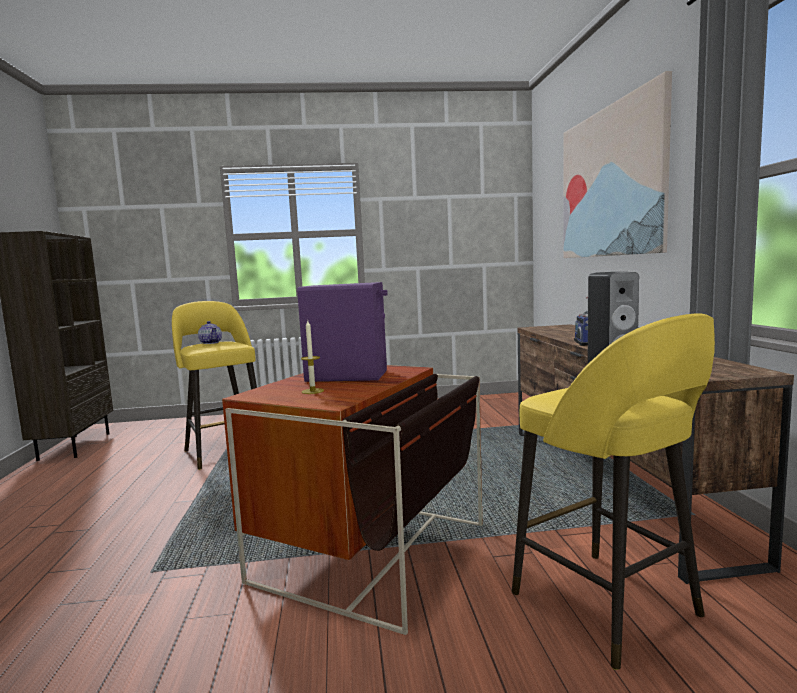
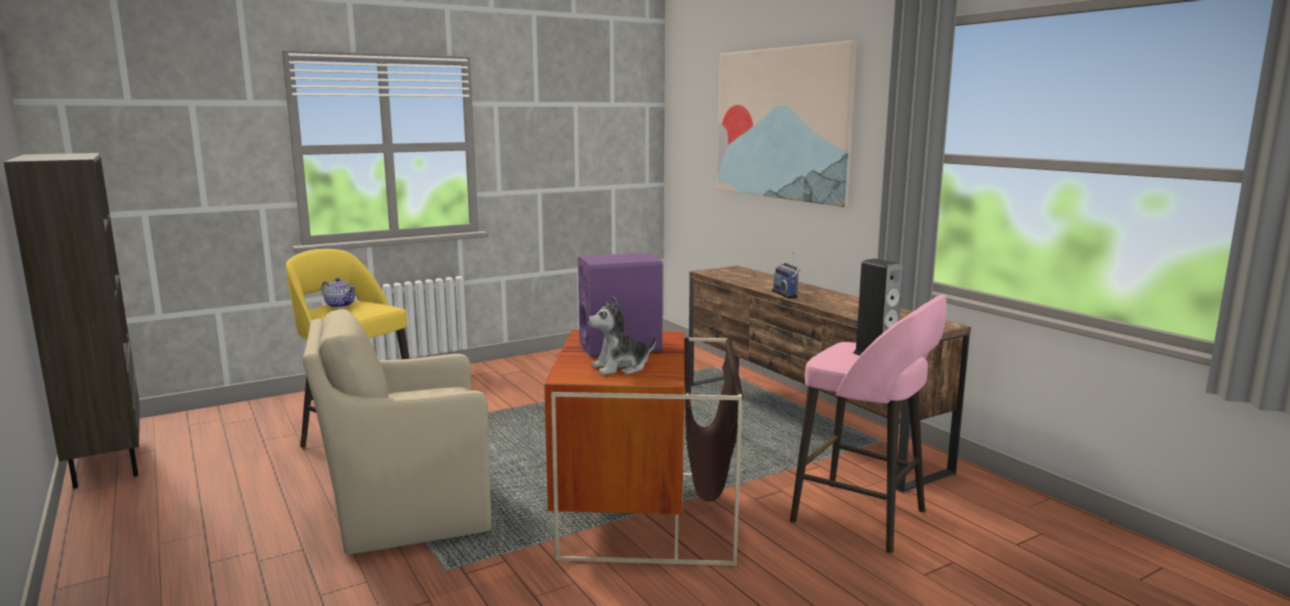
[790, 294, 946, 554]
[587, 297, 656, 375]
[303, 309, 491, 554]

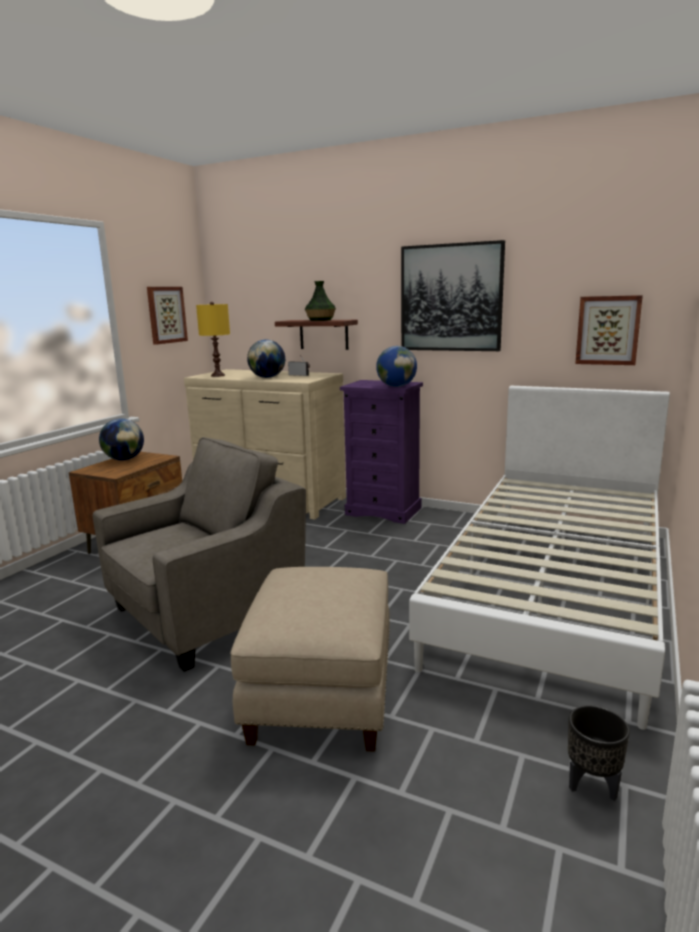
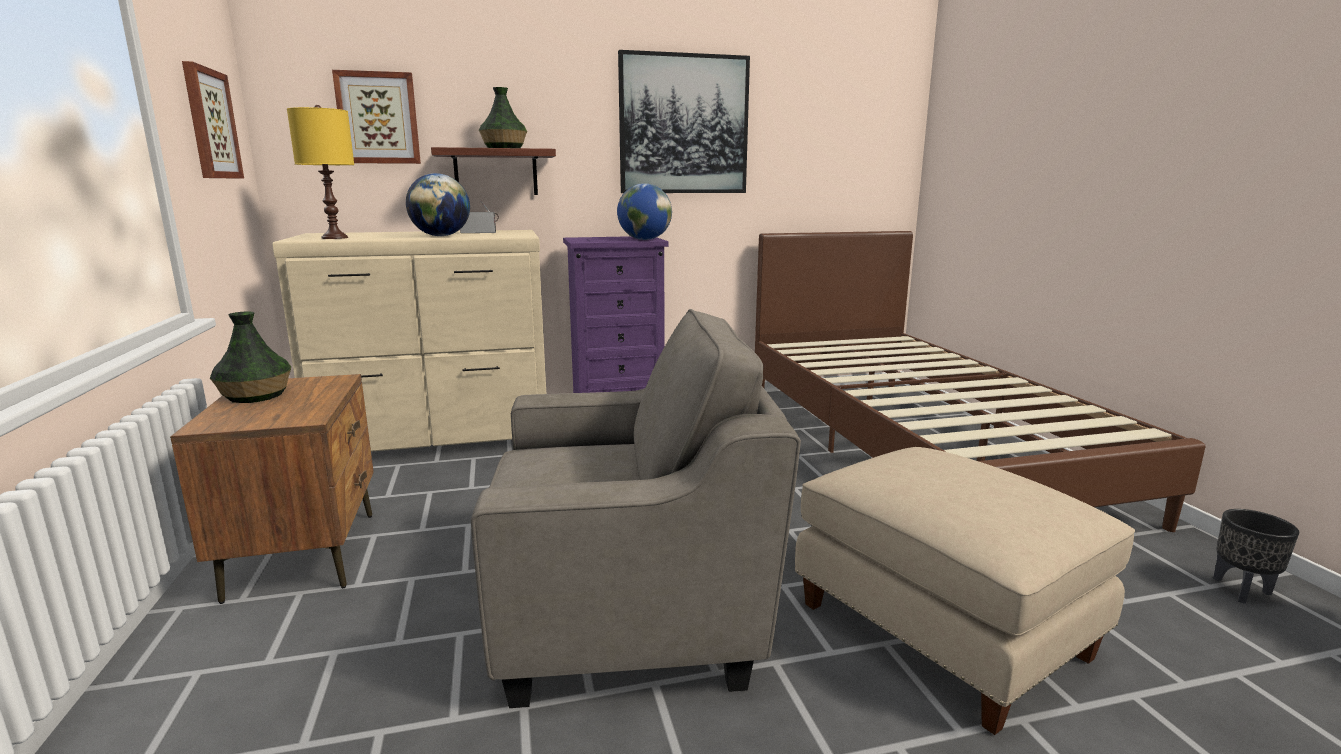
[332, 70, 421, 164]
[755, 231, 1205, 532]
[210, 311, 291, 403]
[471, 309, 801, 708]

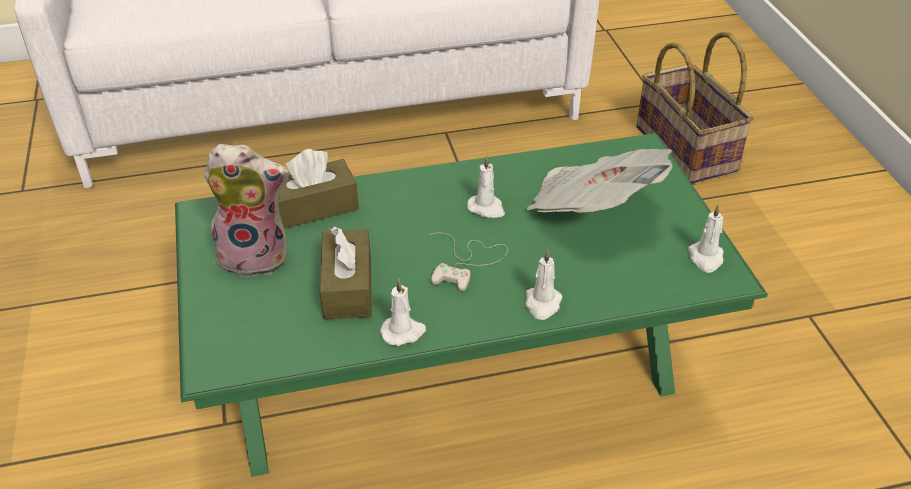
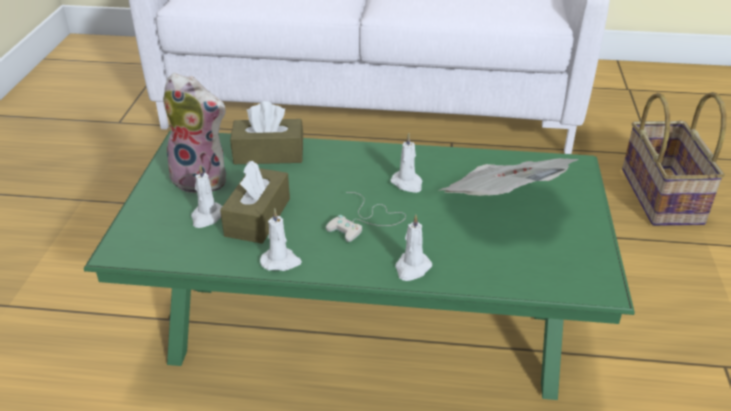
[191, 165, 222, 228]

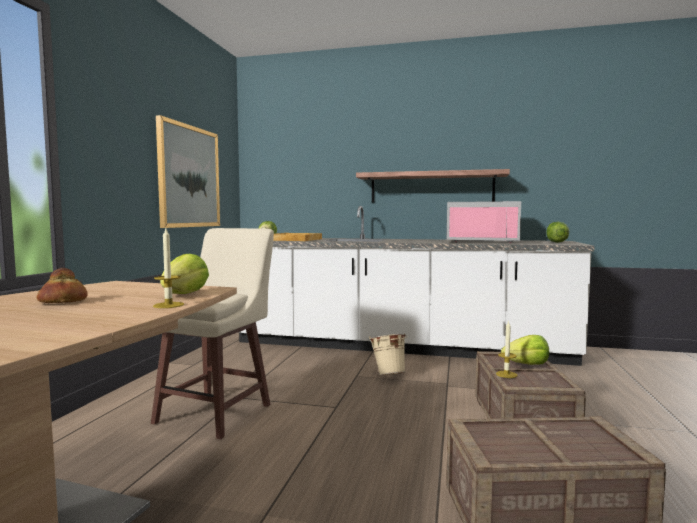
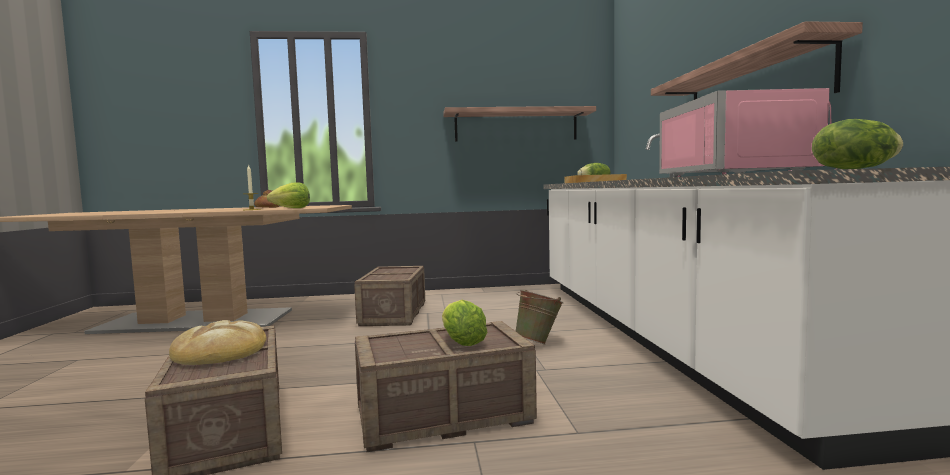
[443, 106, 596, 142]
[354, 266, 425, 326]
[496, 320, 517, 378] (first image)
[516, 290, 563, 344]
[169, 320, 266, 365]

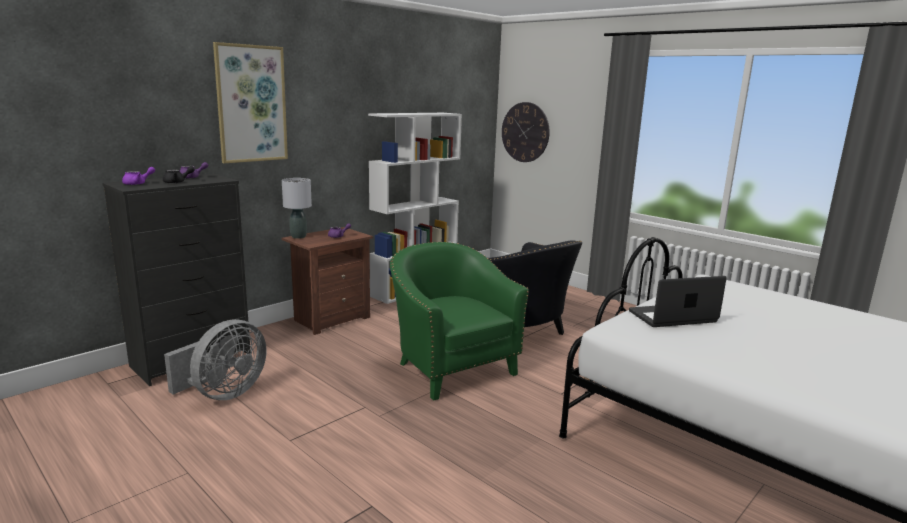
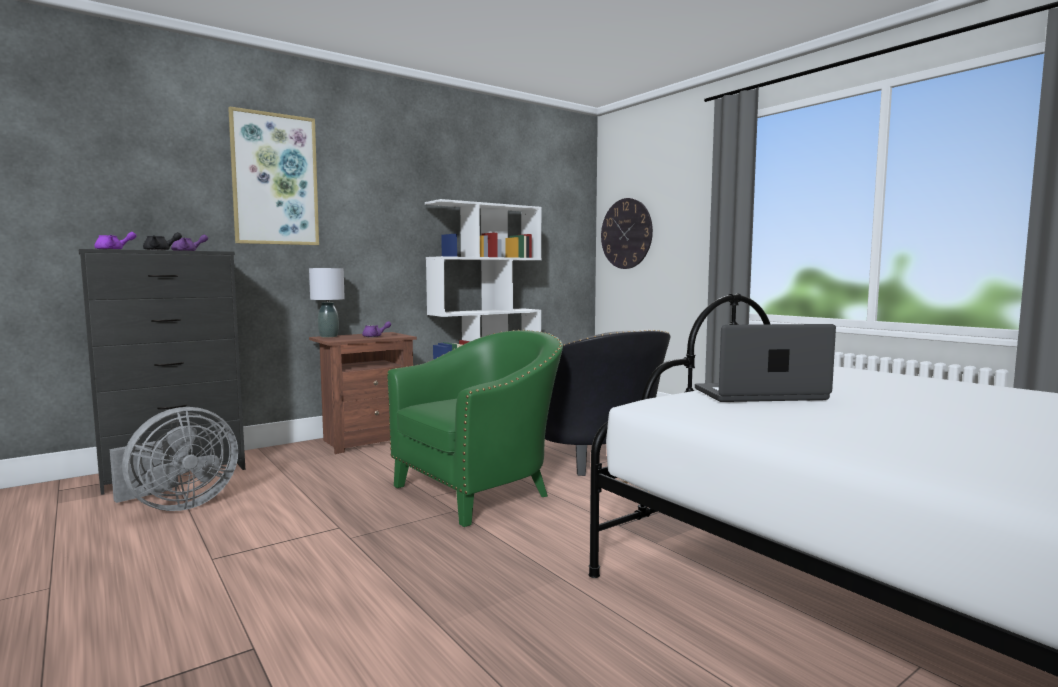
[387, 330, 563, 527]

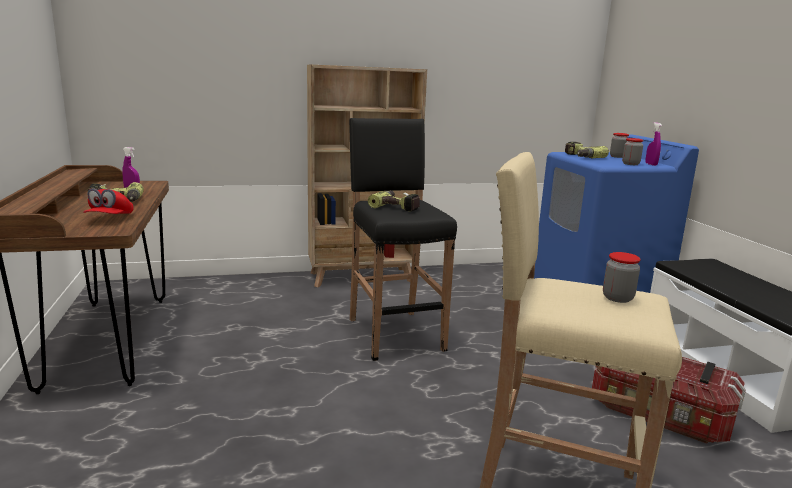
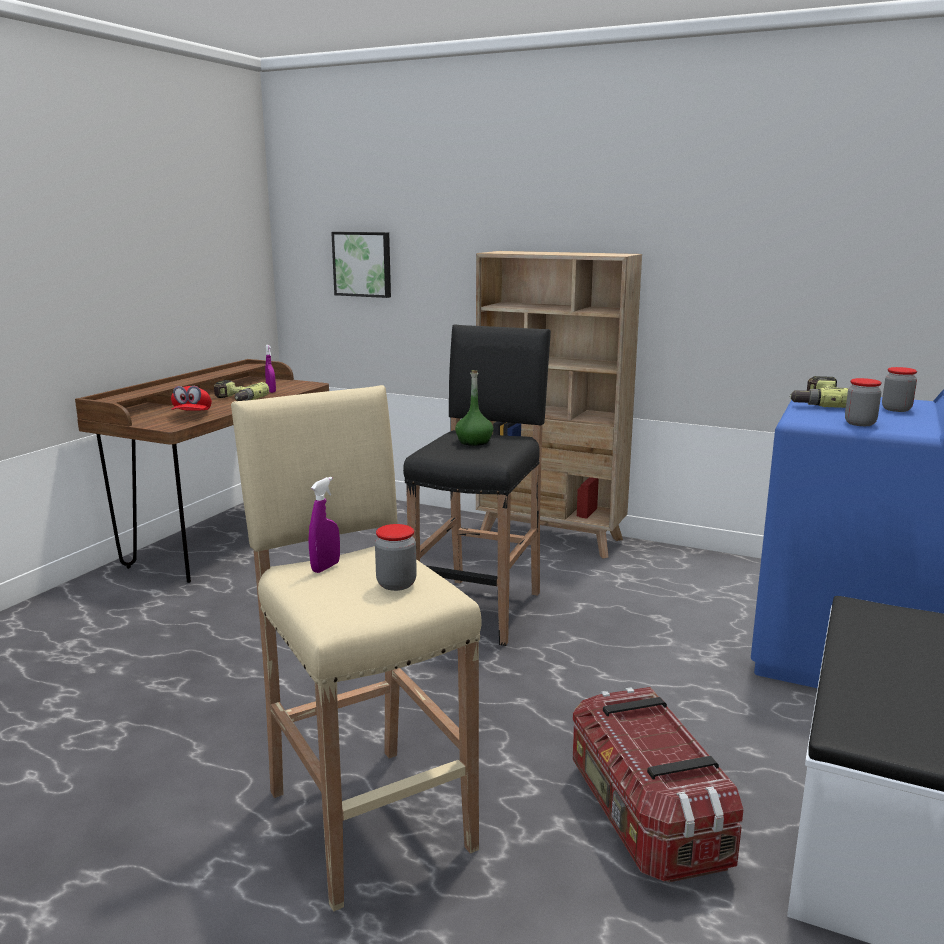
[308, 477, 340, 573]
[171, 386, 212, 411]
[455, 370, 493, 446]
[331, 232, 391, 298]

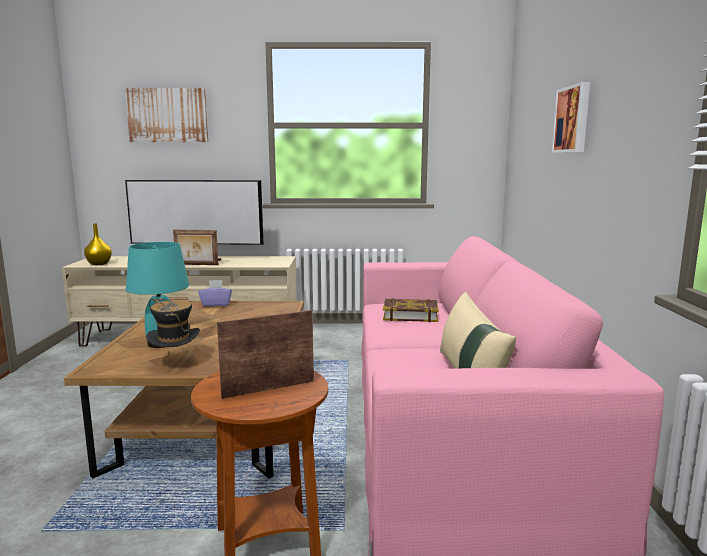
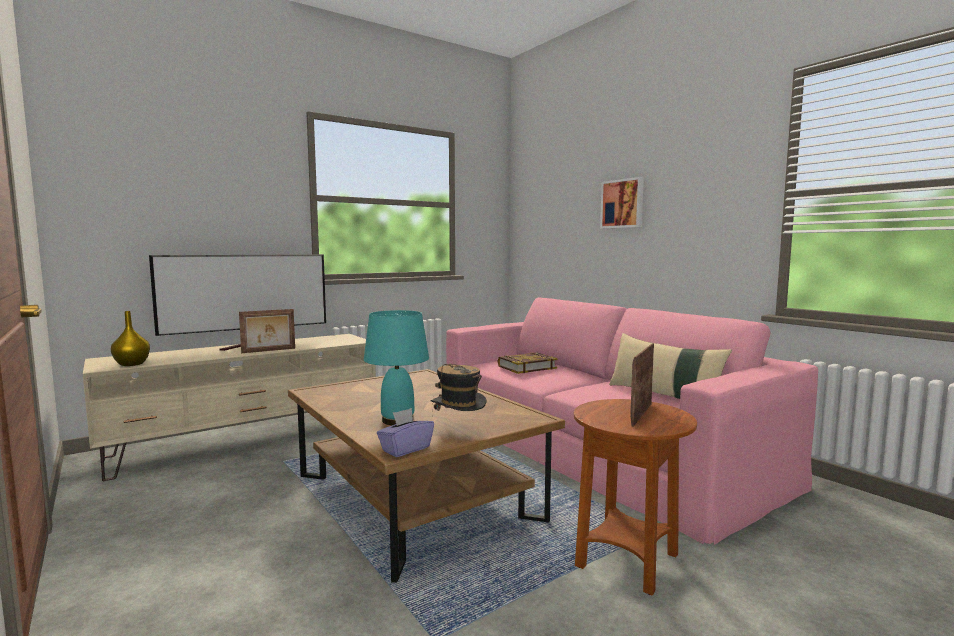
[125, 88, 208, 142] (first image)
[377, 408, 434, 457]

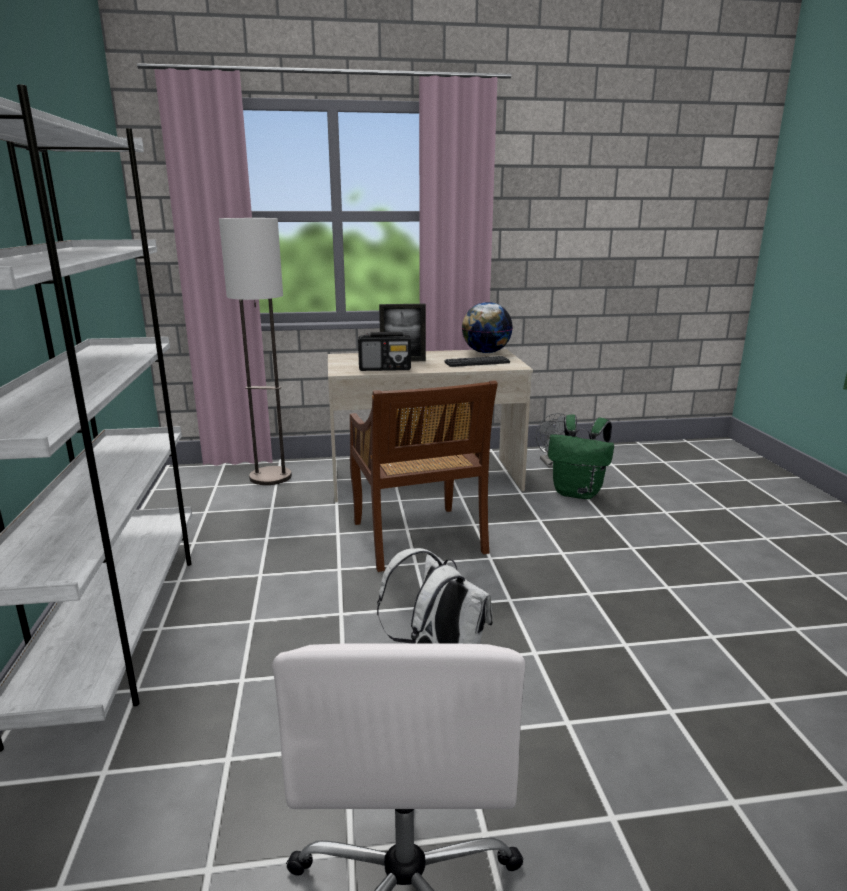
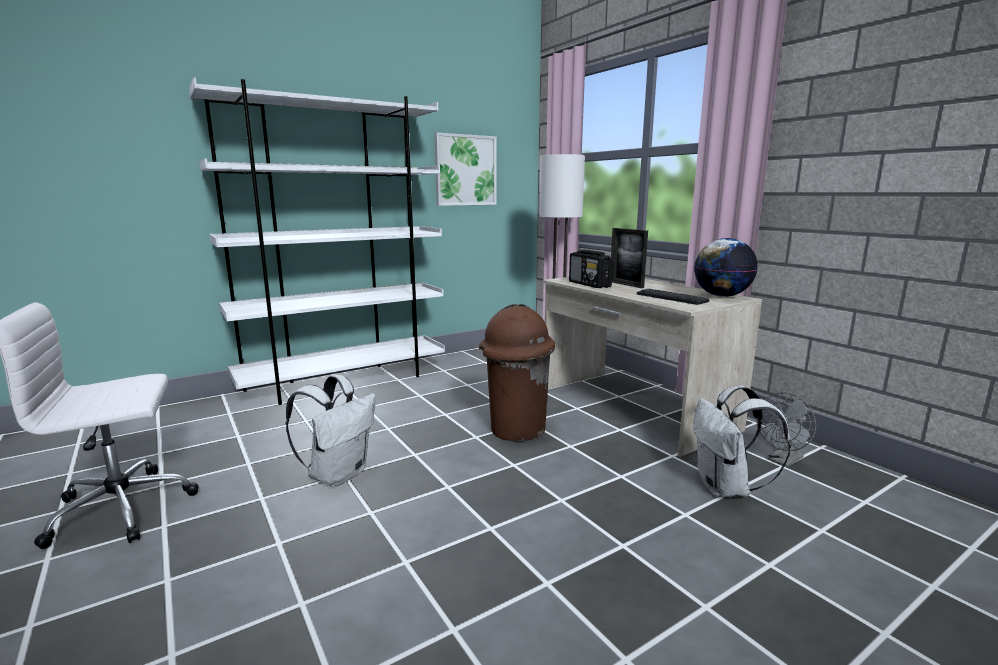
[479, 304, 555, 441]
[693, 385, 791, 497]
[434, 133, 497, 206]

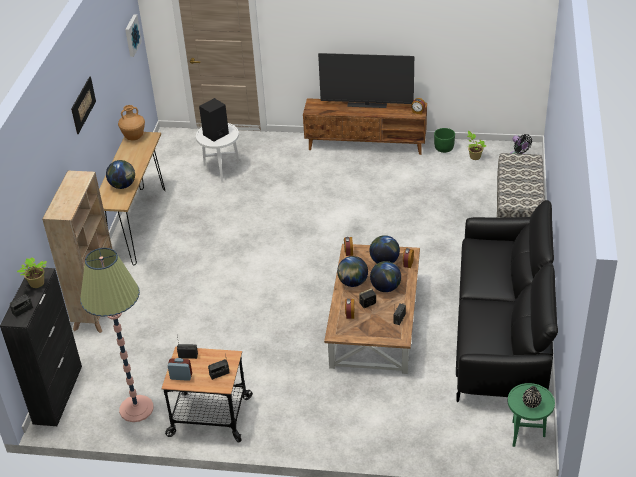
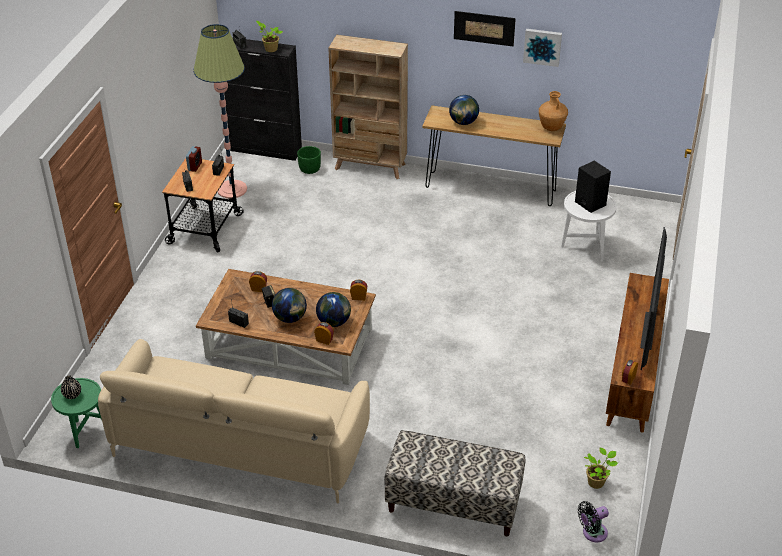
[523, 29, 562, 67]
[297, 146, 321, 174]
[98, 339, 370, 504]
[337, 256, 368, 287] (first image)

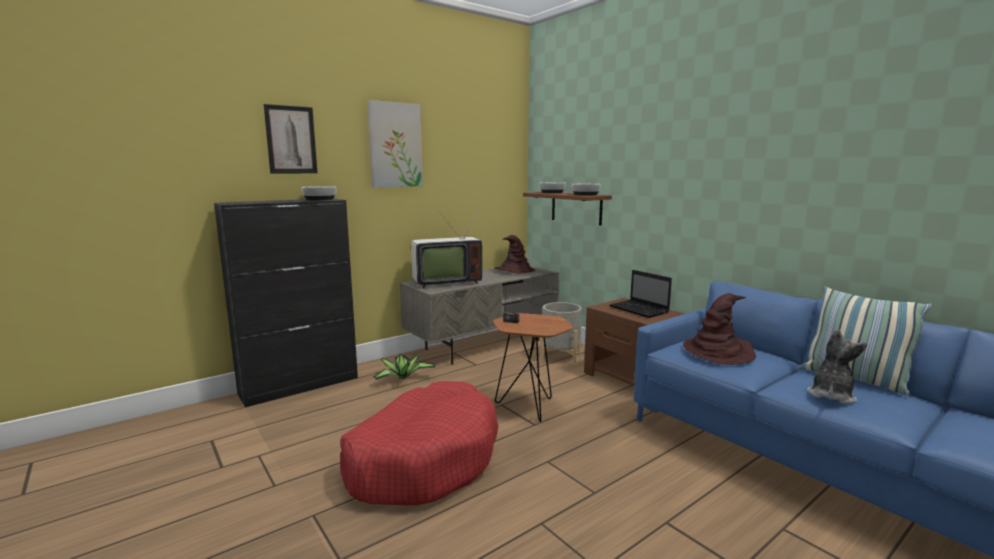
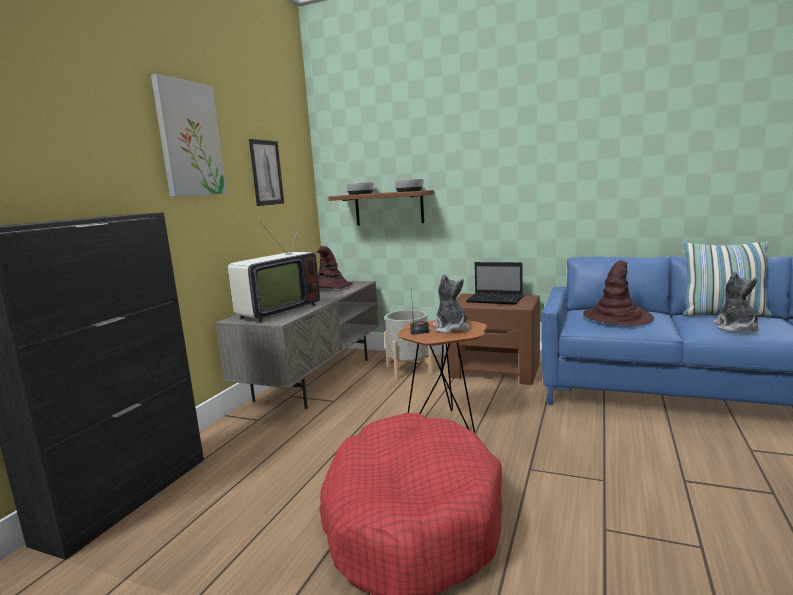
[249, 139, 284, 206]
[301, 186, 337, 200] (first image)
[373, 355, 435, 380] (first image)
[433, 274, 470, 333]

